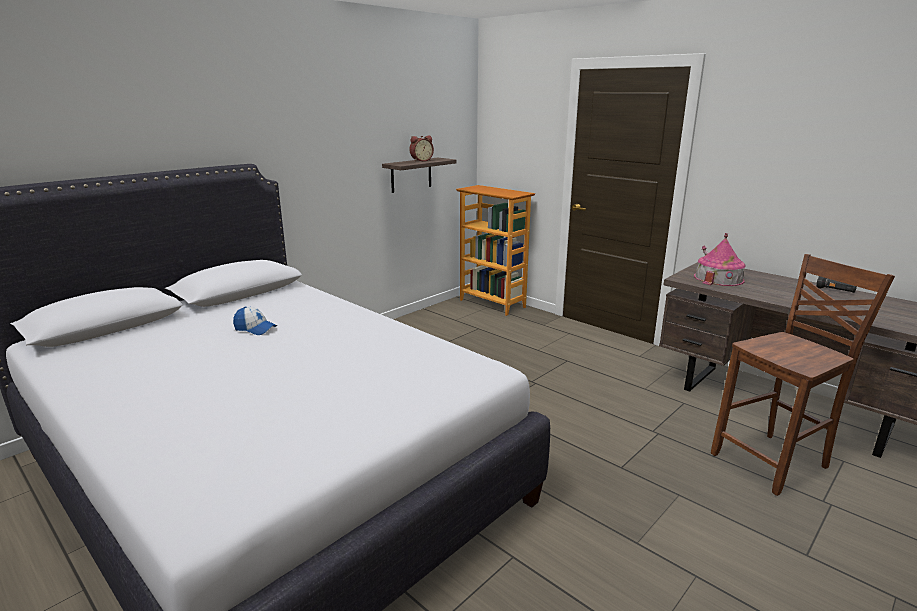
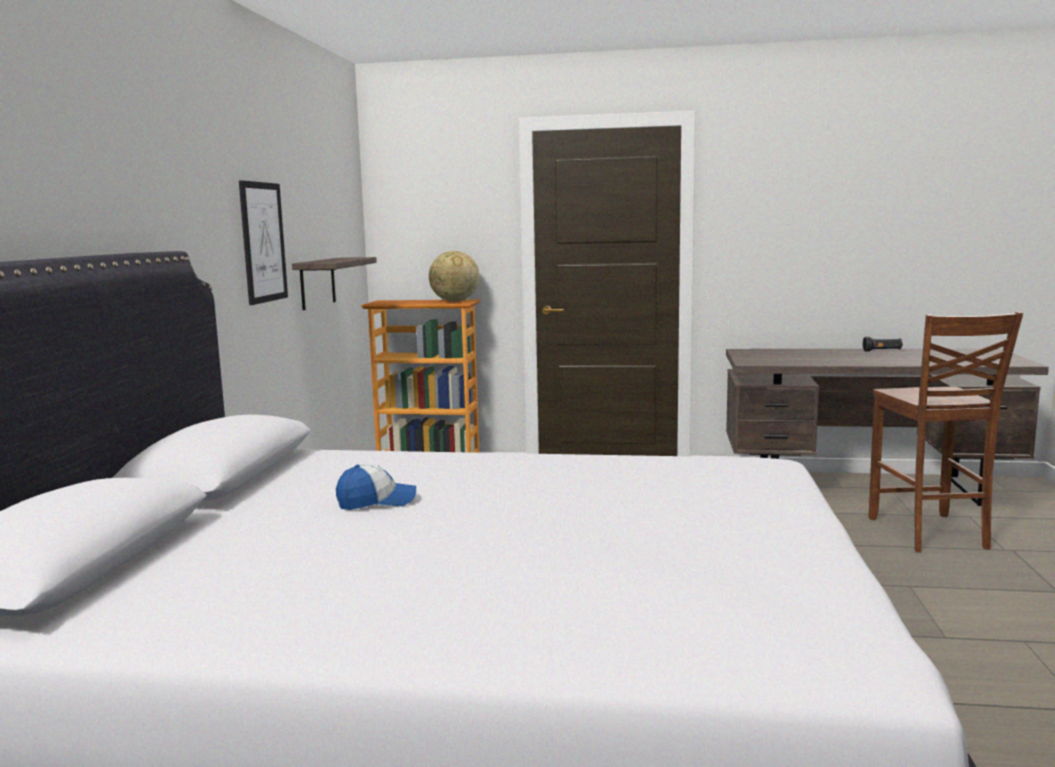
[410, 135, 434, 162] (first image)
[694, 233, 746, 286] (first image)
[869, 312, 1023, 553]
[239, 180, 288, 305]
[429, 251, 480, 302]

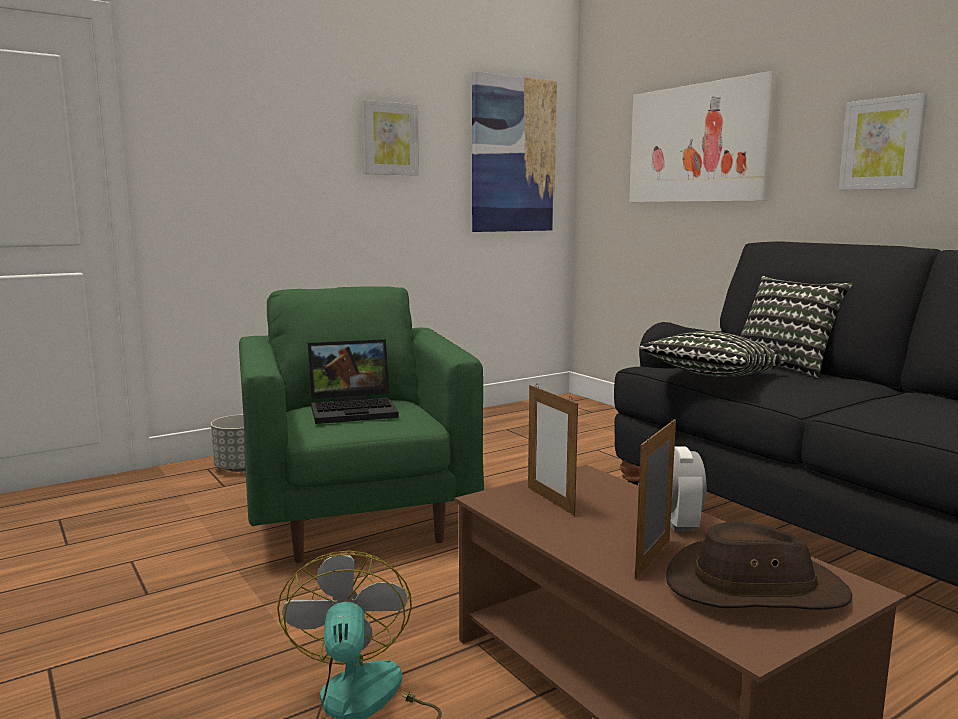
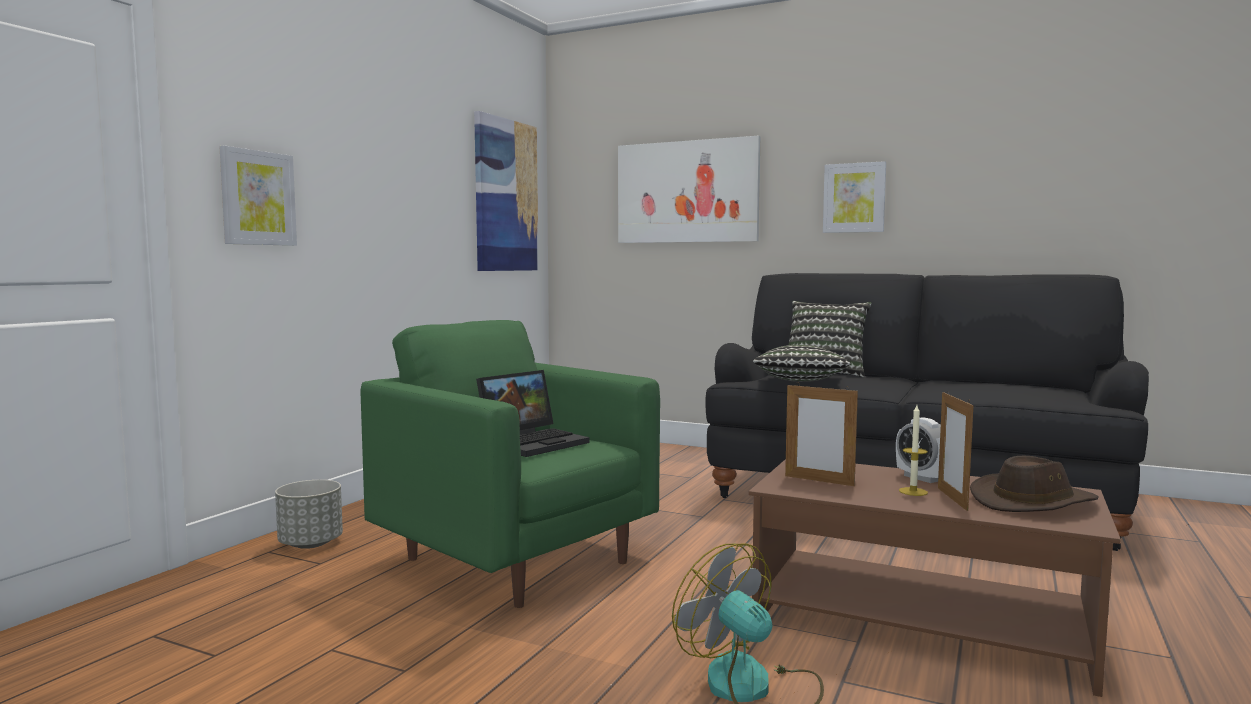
[219, 145, 297, 246]
[899, 405, 928, 496]

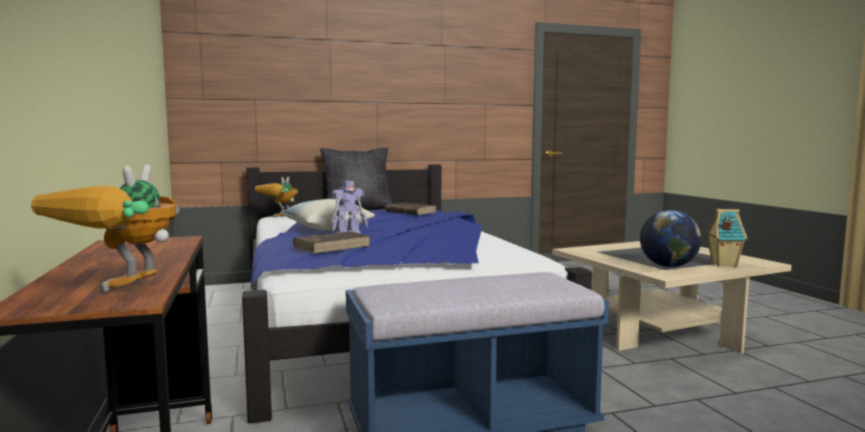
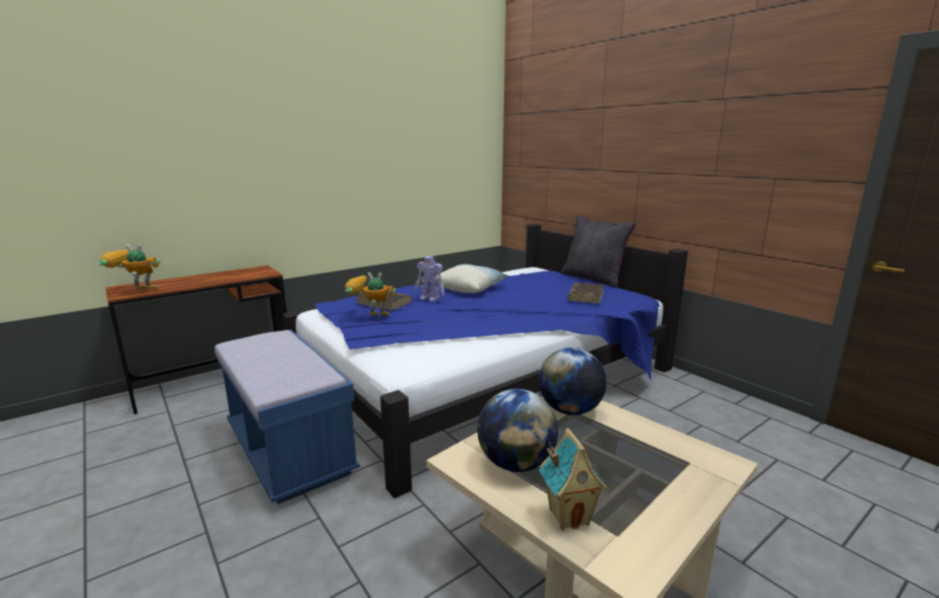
[345, 272, 396, 316]
[539, 347, 607, 415]

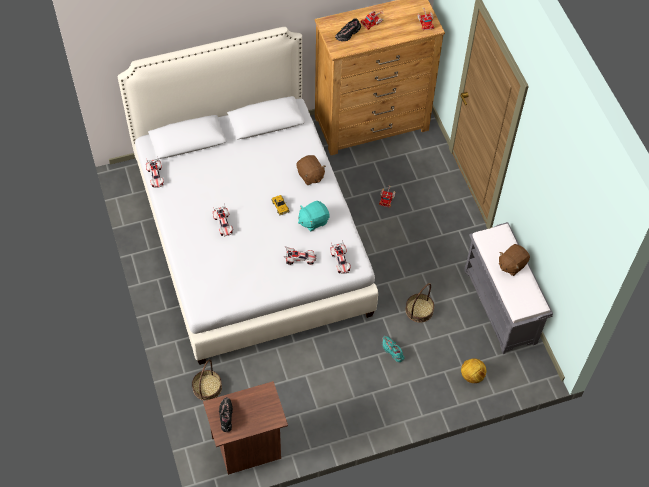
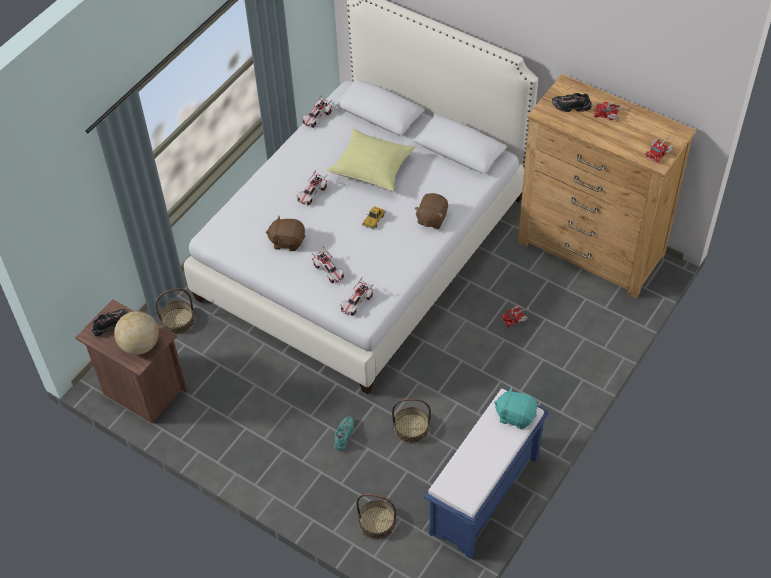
[494, 386, 537, 429]
[424, 389, 548, 559]
[266, 215, 305, 251]
[356, 494, 396, 540]
[327, 129, 415, 191]
[114, 311, 159, 355]

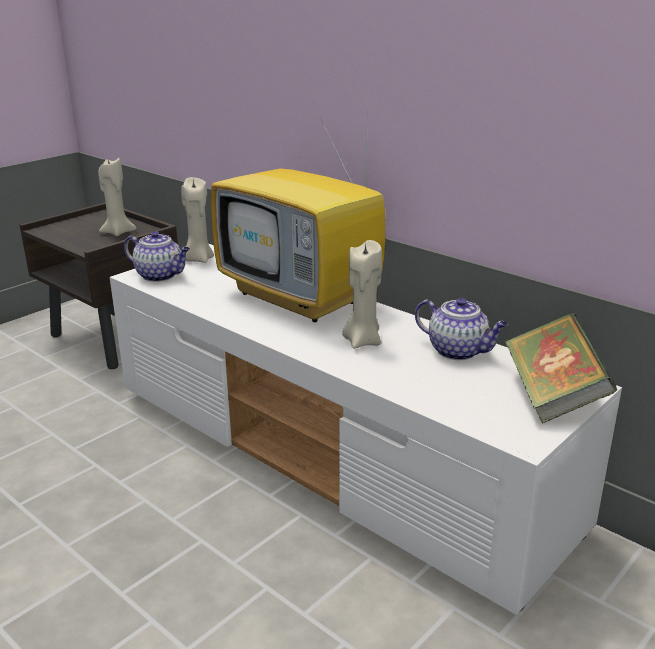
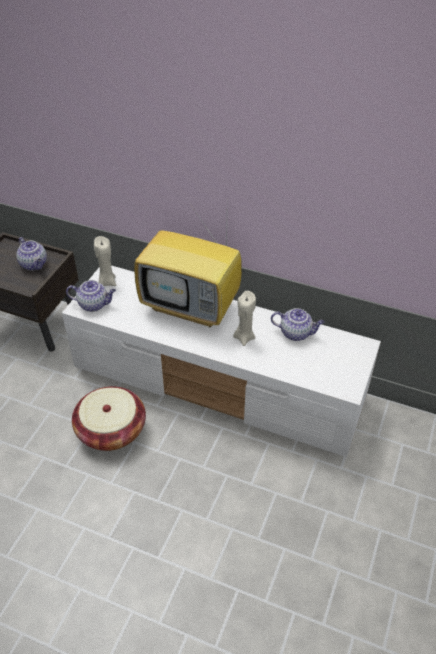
[16, 237, 47, 270]
[505, 313, 617, 423] (first image)
[72, 386, 146, 451]

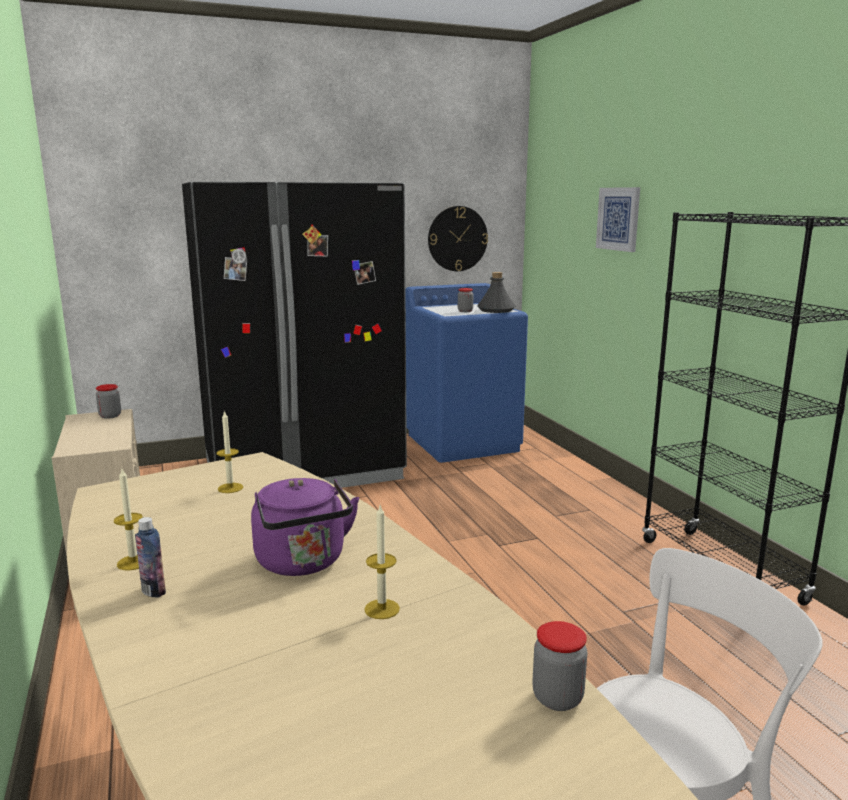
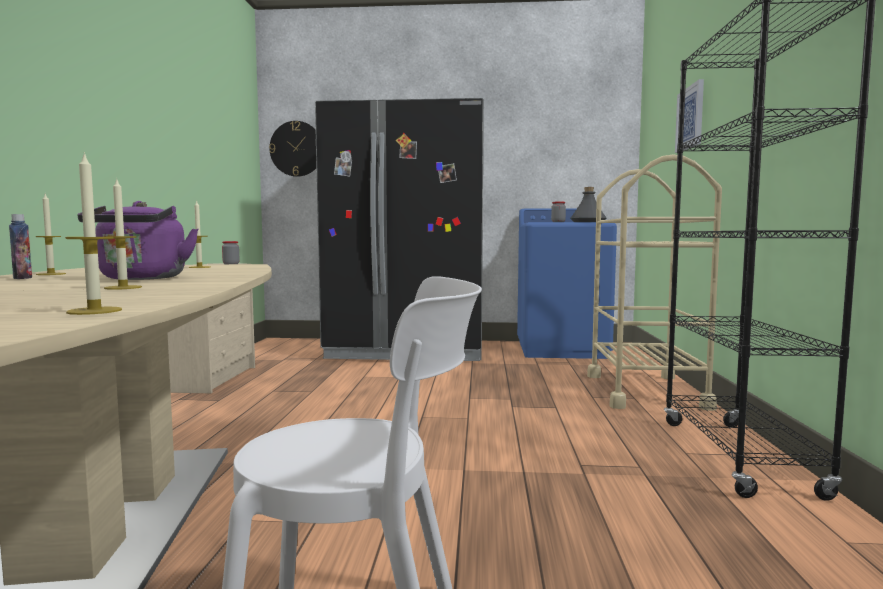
[269, 121, 316, 177]
[65, 152, 122, 315]
[587, 154, 722, 411]

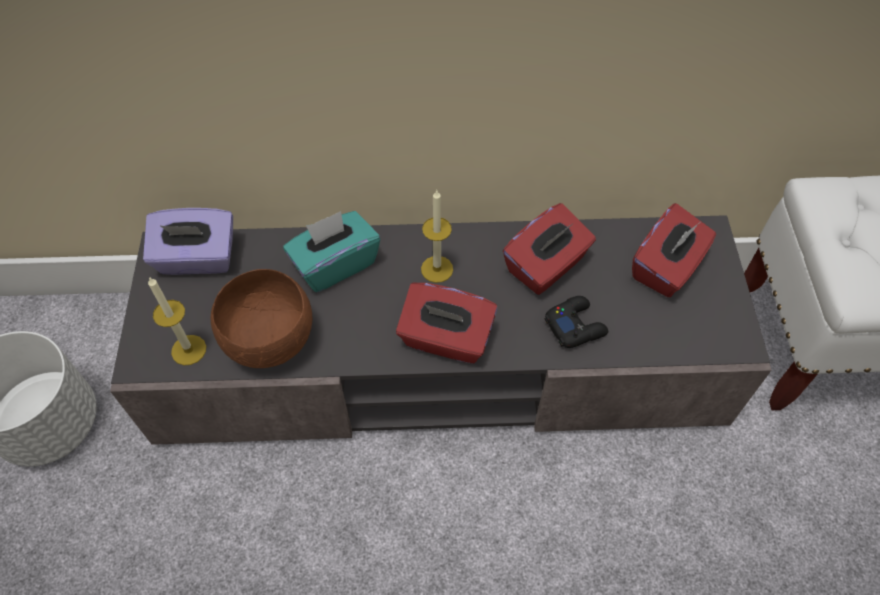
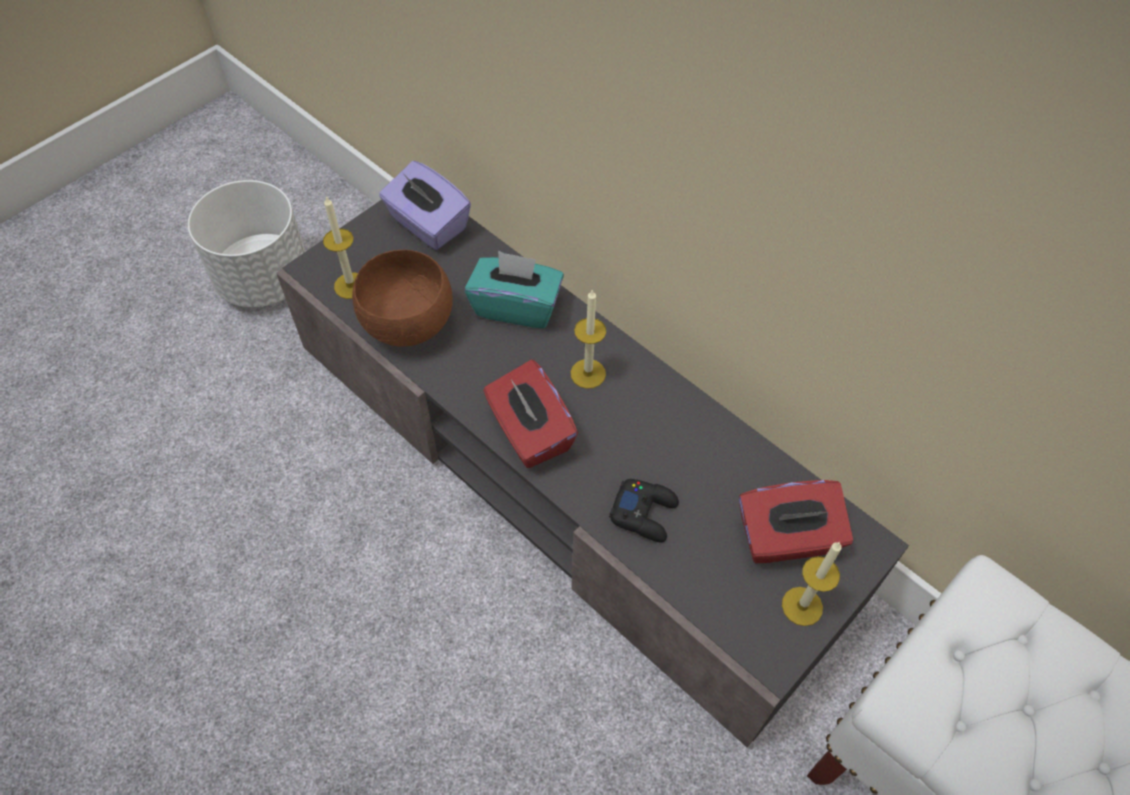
[503, 203, 596, 295] (first image)
[782, 542, 842, 626]

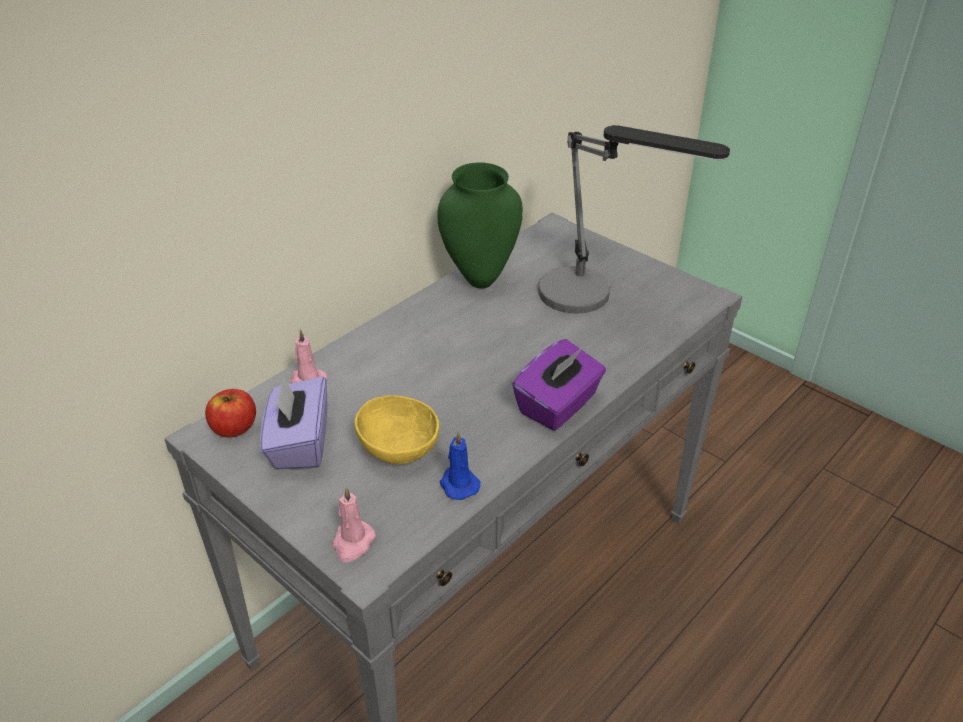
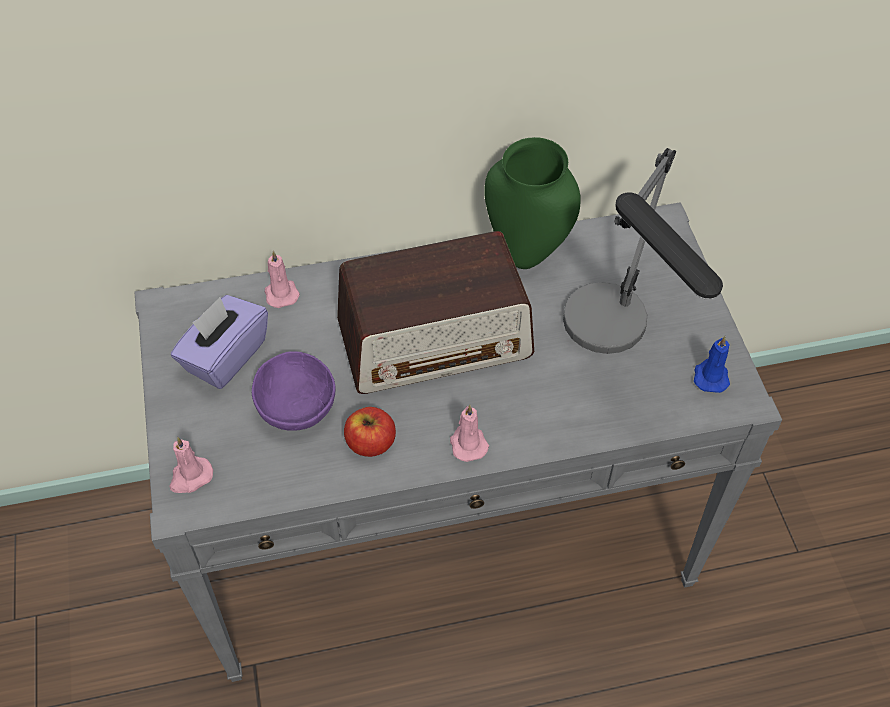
[450, 405, 489, 462]
[344, 407, 396, 457]
[252, 351, 335, 431]
[694, 336, 730, 393]
[337, 231, 534, 394]

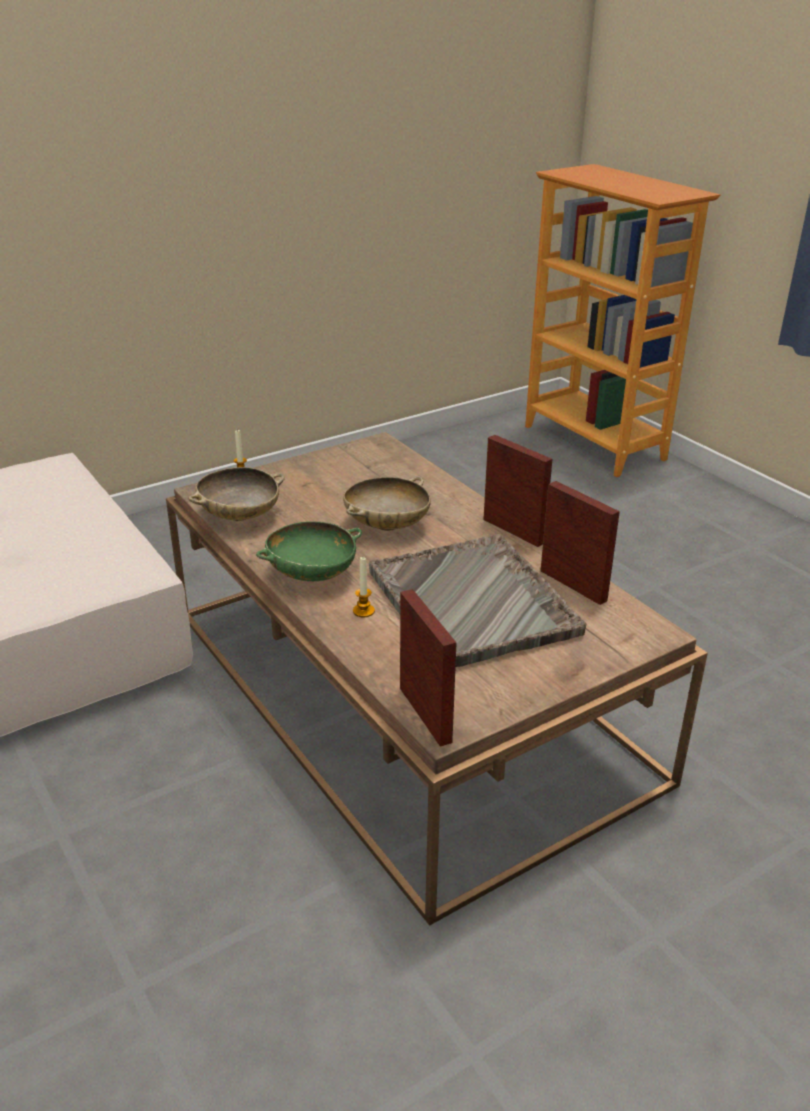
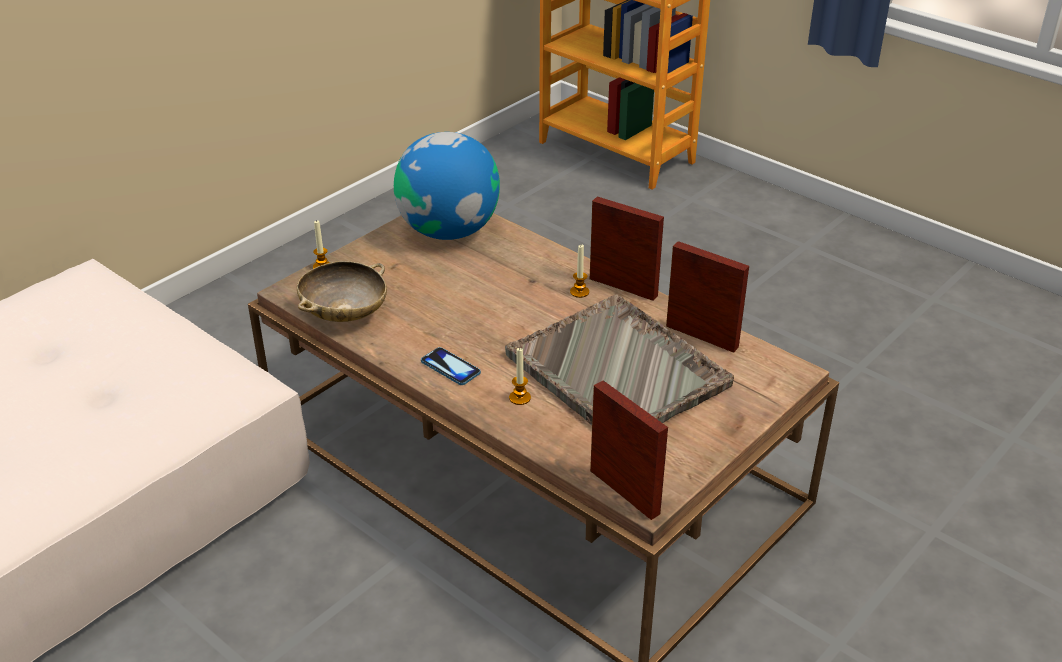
[343, 476, 431, 531] (first image)
[421, 347, 481, 385]
[394, 132, 500, 240]
[570, 245, 589, 298]

